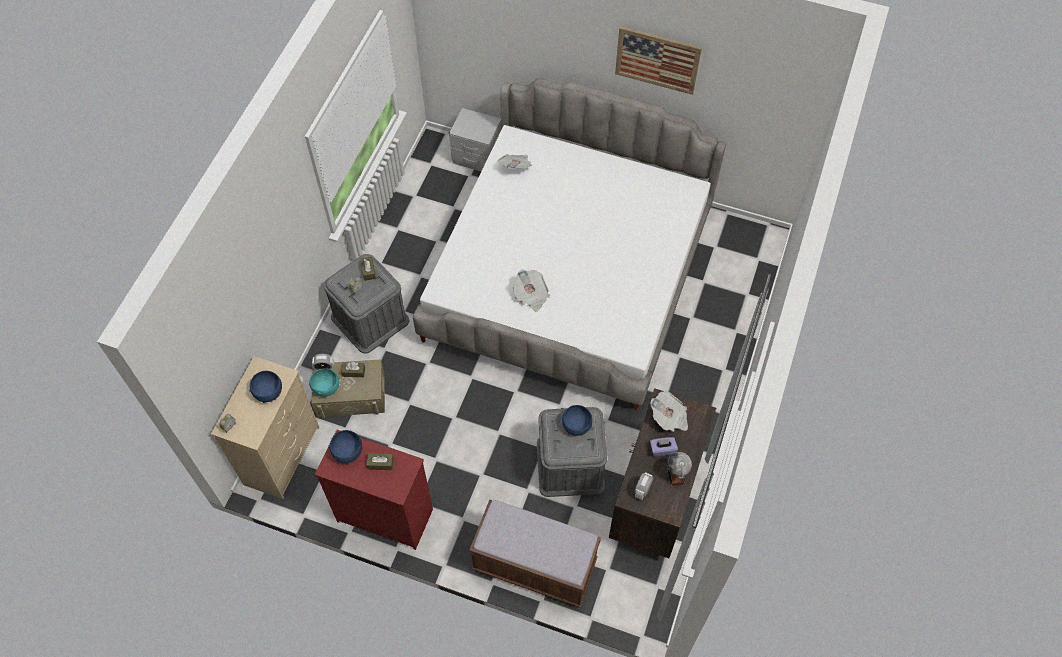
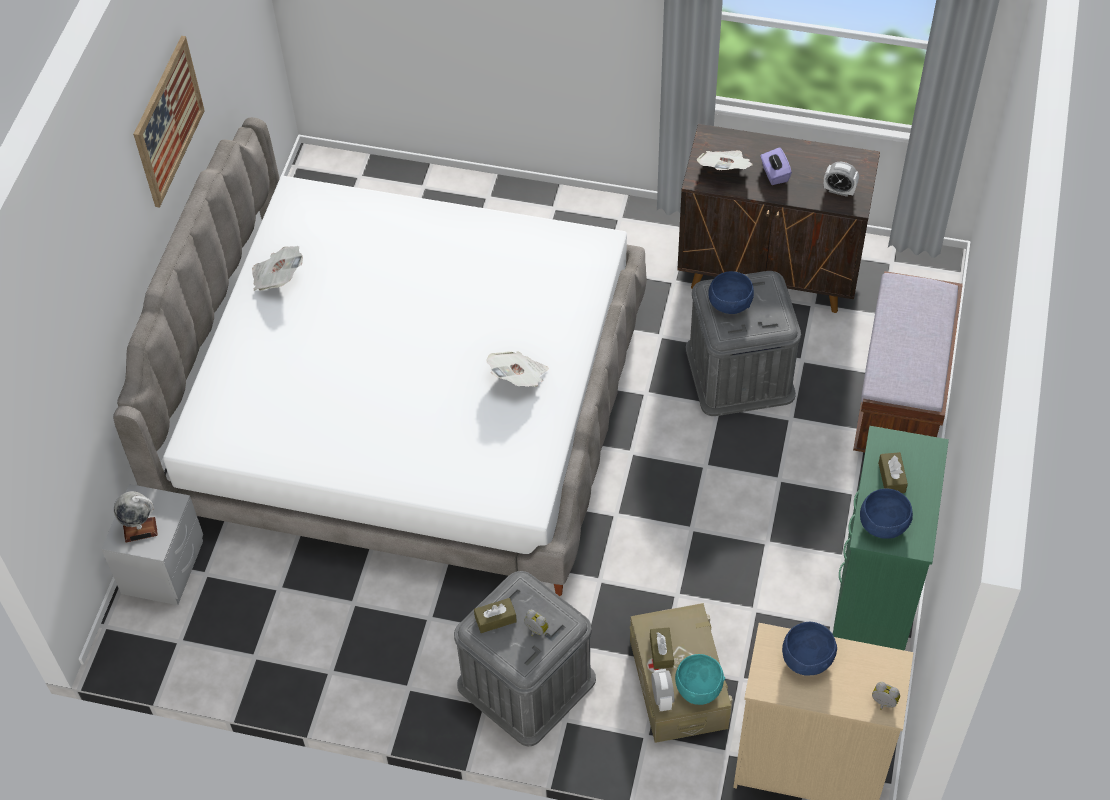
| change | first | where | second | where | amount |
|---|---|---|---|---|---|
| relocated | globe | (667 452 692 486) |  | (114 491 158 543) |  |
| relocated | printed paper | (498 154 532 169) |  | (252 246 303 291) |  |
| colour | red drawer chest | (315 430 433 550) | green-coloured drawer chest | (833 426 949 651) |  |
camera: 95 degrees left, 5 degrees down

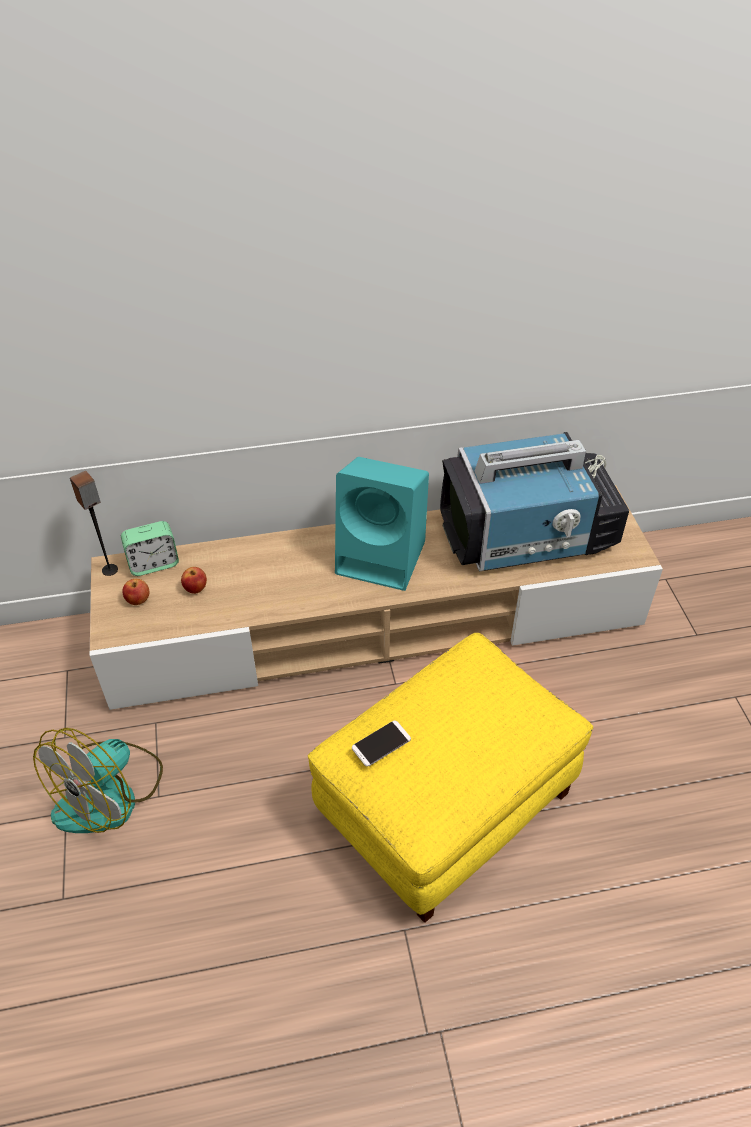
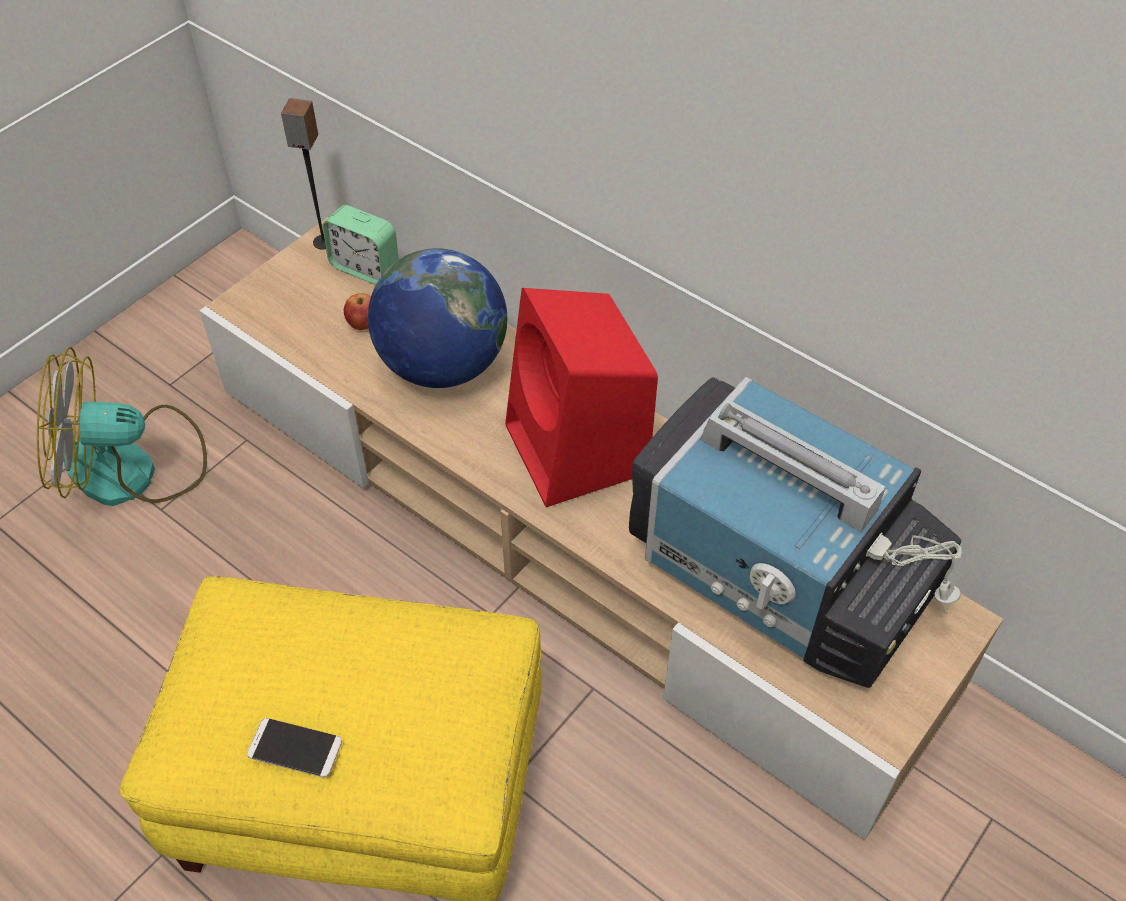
| change | first | where | second | where | amount |
|---|---|---|---|---|---|
| relocated | handset | (352 720 411 767) |  | (247 718 342 777) |  |
| appeared |  |  | globe | (368 248 507 388) |  |
| colour | blue-green loudspeaker | (335 457 429 591) | red loudspeaker | (505 288 658 507) |  |
| missing | apple | (122 579 149 605) |  |  |  |
camera: 50 degrees right, 5 degrees up

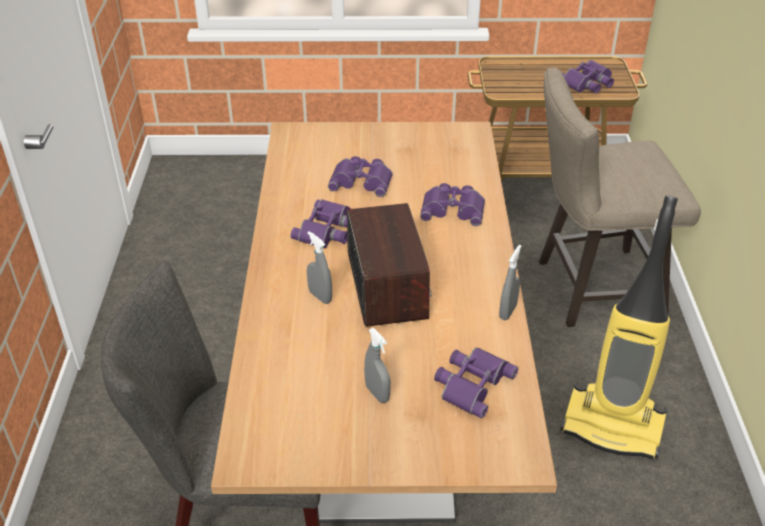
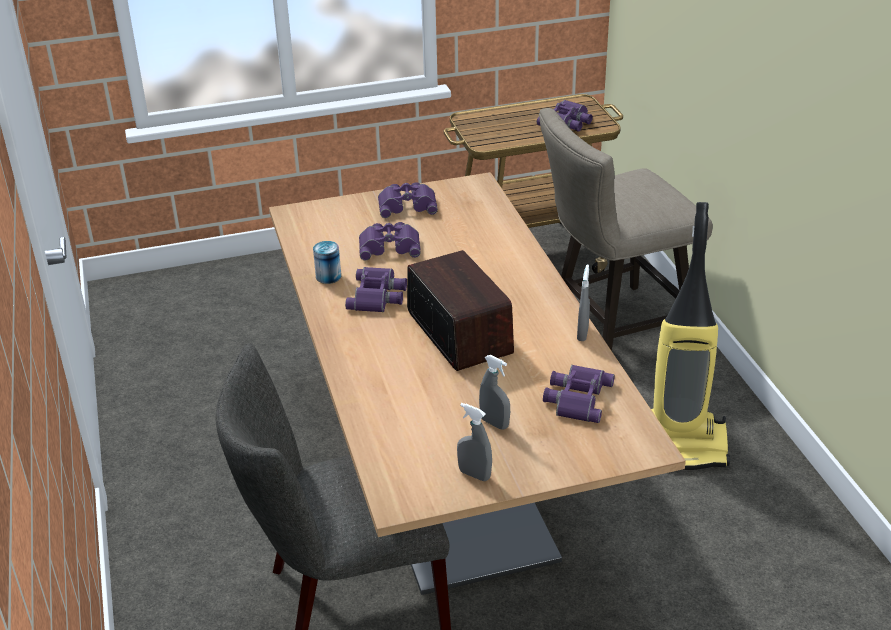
| change | first | where | second | where | amount |
|---|---|---|---|---|---|
| appeared |  |  | metal can | (313 241 341 284) |  |
| relocated | purplish field glasses | (420 183 485 226) |  | (378 182 438 218) |  |
| relocated | grey hand sprayer | (307 231 332 304) |  | (457 403 492 481) |  |
camera: 15 degrees left, 5 degrees down

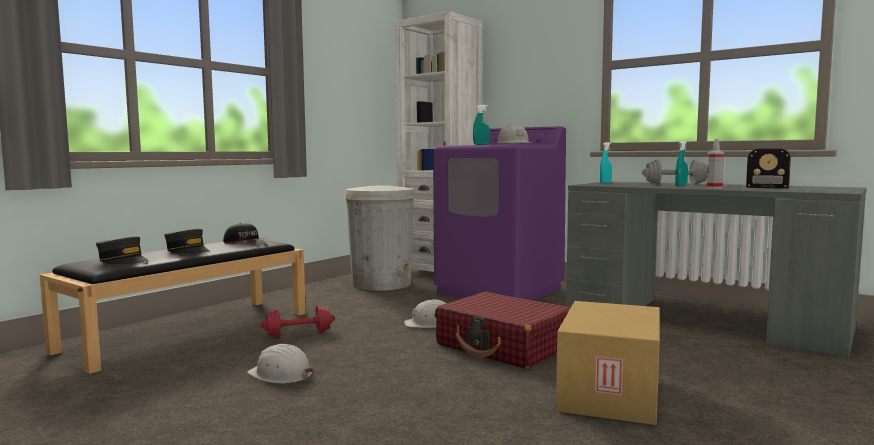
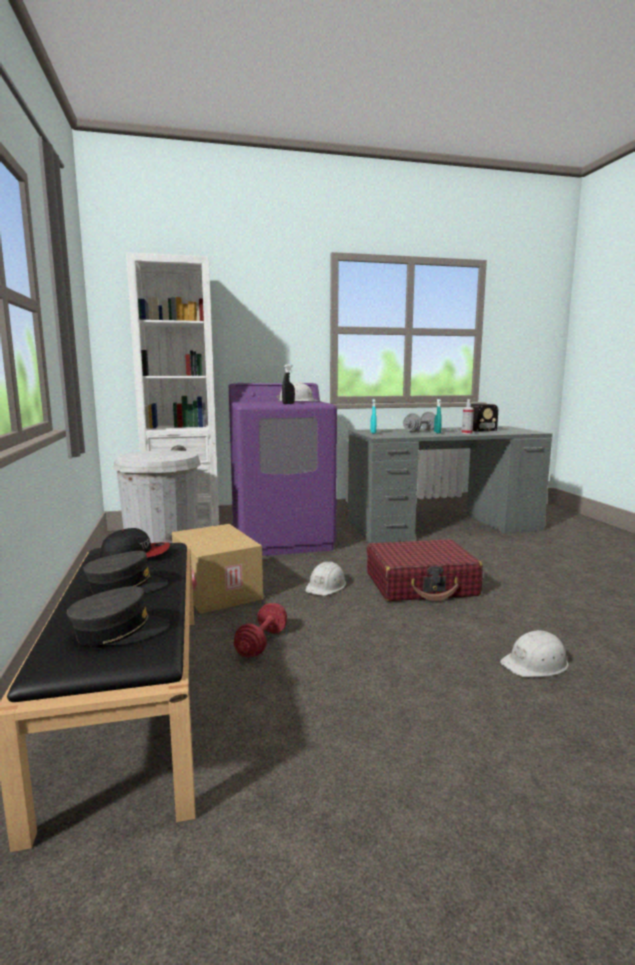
| change | first | where | second | where | amount |
|---|---|---|---|---|---|
| relocated | cardboard box | (556 301 660 425) |  | (172 524 263 614) |  |
| colour | blue-green hand sprayer | (473 105 490 145) | black-coloured hand sprayer | (282 365 295 404) |  |
| relocated | white-coloured safety helmet | (247 344 313 384) |  | (500 630 568 677) |  |
camera: 50 degrees left, 5 degrees up

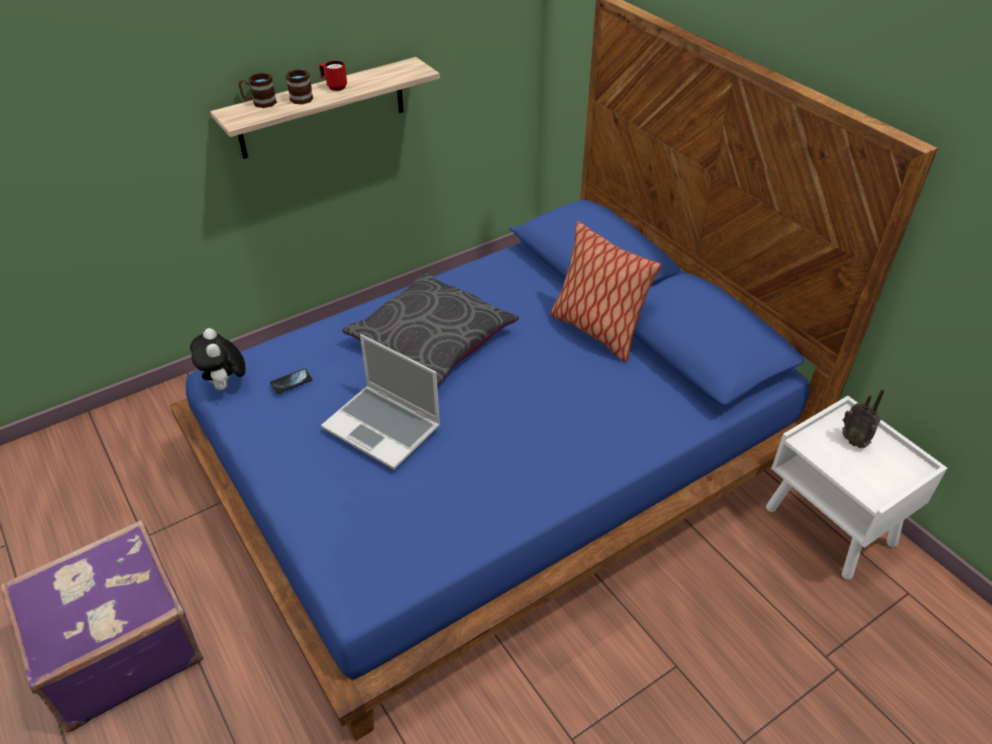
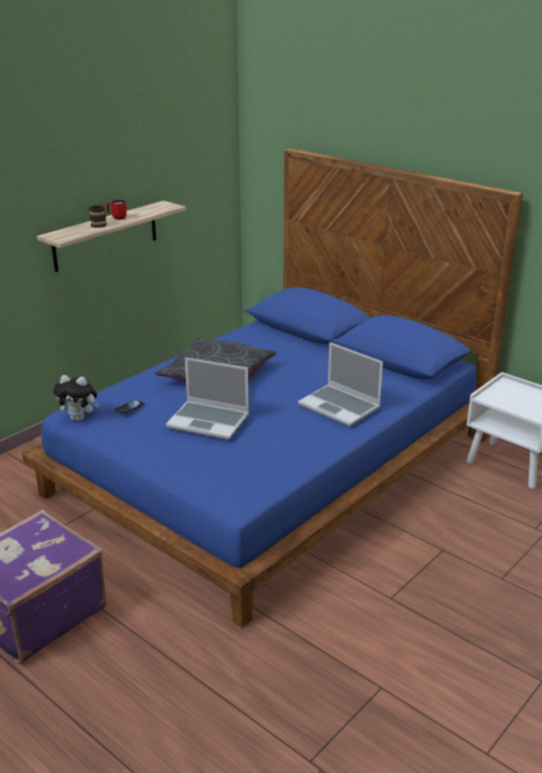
| change | first | where | second | where | amount |
|---|---|---|---|---|---|
| spun | plush toy | (190 328 245 390) |  | (53 375 99 421) | 45 degrees counterclockwise |
| appeared |  |  | notebook computer | (298 342 383 426) |  |
| missing | brownish coffee mug | (239 73 277 108) |  |  |  |
| missing | cushion | (550 221 661 362) |  |  |  |
| missing | radio set | (842 389 885 448) |  |  |  |
camera: 15 degrees left, 15 degrees down

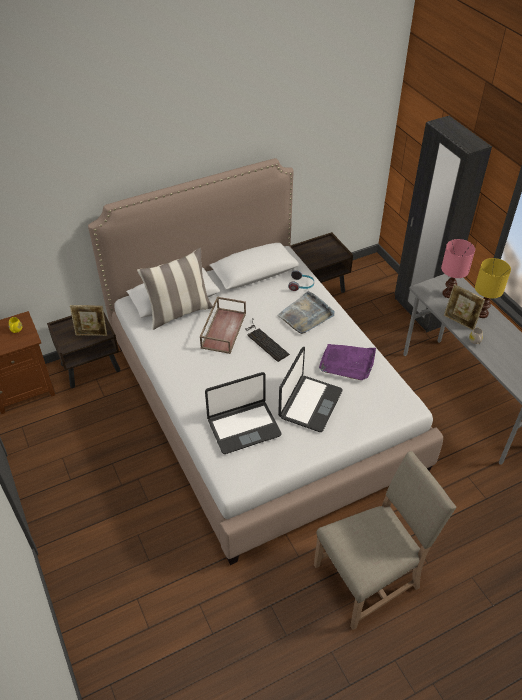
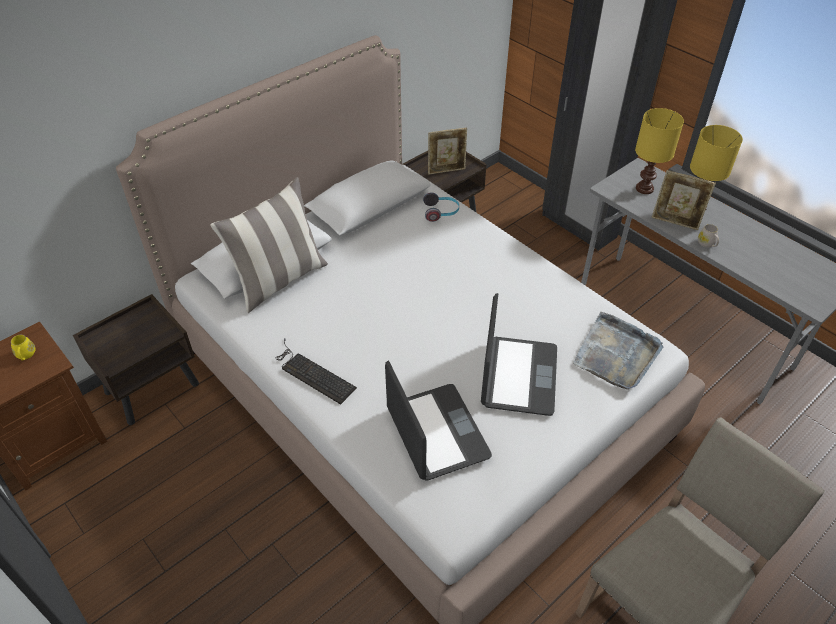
| change | first | where | second | where | amount |
|---|---|---|---|---|---|
| relocated | keyboard | (245 319 290 362) |  | (275 338 357 404) |  |
| spun | notebook computer | (205 372 282 454) |  | (385 361 492 481) | 75 degrees counterclockwise |
| relocated | picture frame | (70 305 107 336) |  | (428 128 467 175) |  |
| relocated | grey tray | (278 291 334 334) |  | (573 312 663 390) |  |
| colour | pink lamp for a table | (441 239 475 298) | yellow-coloured lamp for a table | (635 108 684 194) |  |
| missing | brownish tray | (200 297 246 354) |  |  |  |
| missing | purplish tray | (319 344 376 380) |  |  |  |
camera: 15 degrees left, 0 degrees up

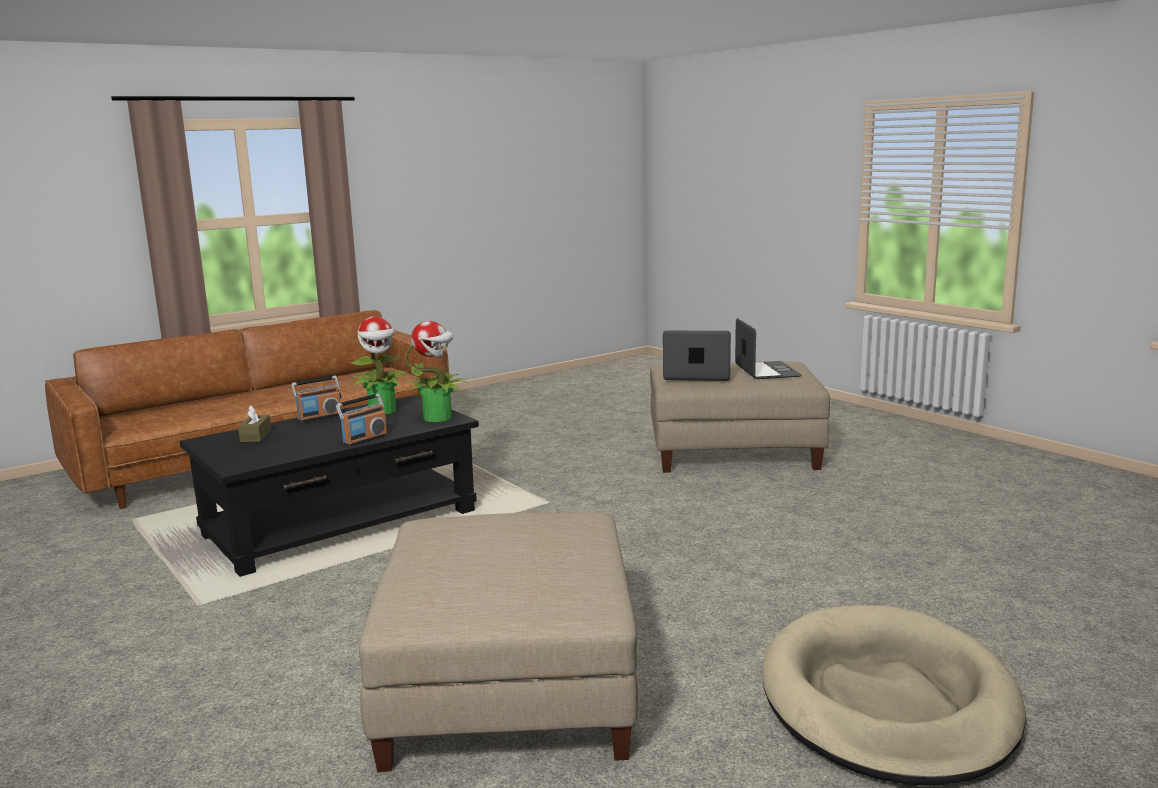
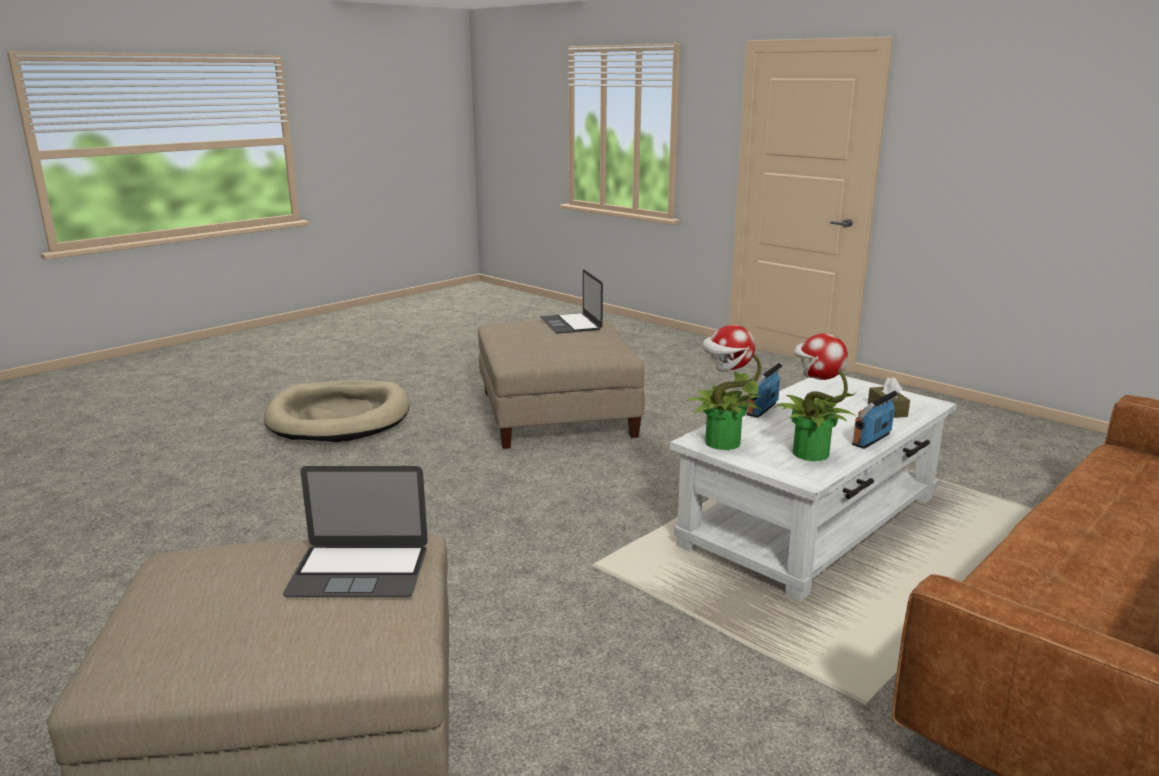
| change | first | where | second | where | amount |
|---|---|---|---|---|---|
| relocated | notebook computer | (735 318 802 379) |  | (540 269 603 334) |  |
| colour | black-coloured lounge table | (180 395 479 577) | white-coloured lounge table | (669 374 957 601) |  |
camera: 170 degrees right, 5 degrees up

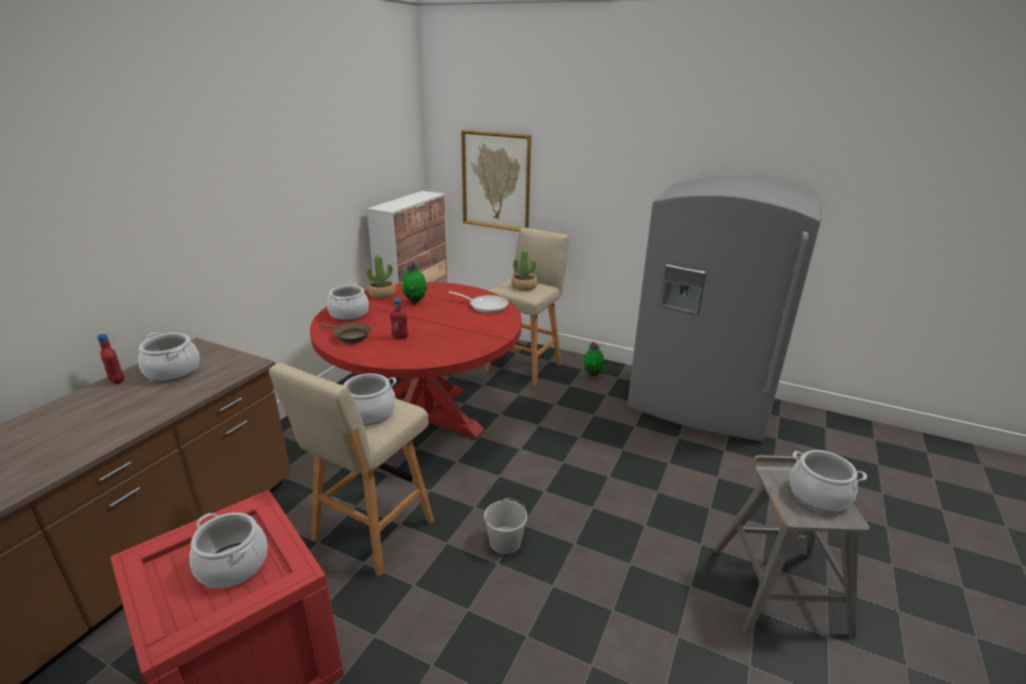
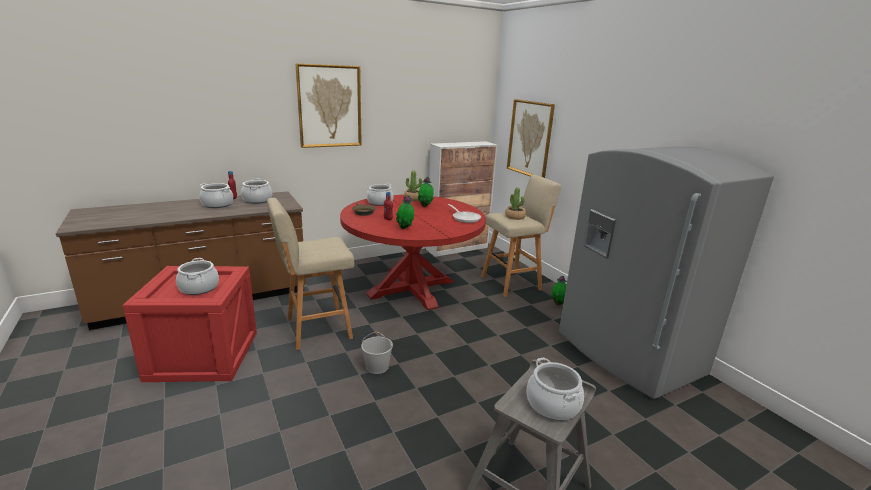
| change | first | where | second | where | amount |
|---|---|---|---|---|---|
| relocated | stockpot | (340 373 397 425) |  | (199 183 233 208) |  |
| appeared |  |  | wall art | (295 63 362 148) |  |
| appeared |  |  | houseplant | (396 195 414 229) |  |
camera: 35 degrees right, 5 degrees down

